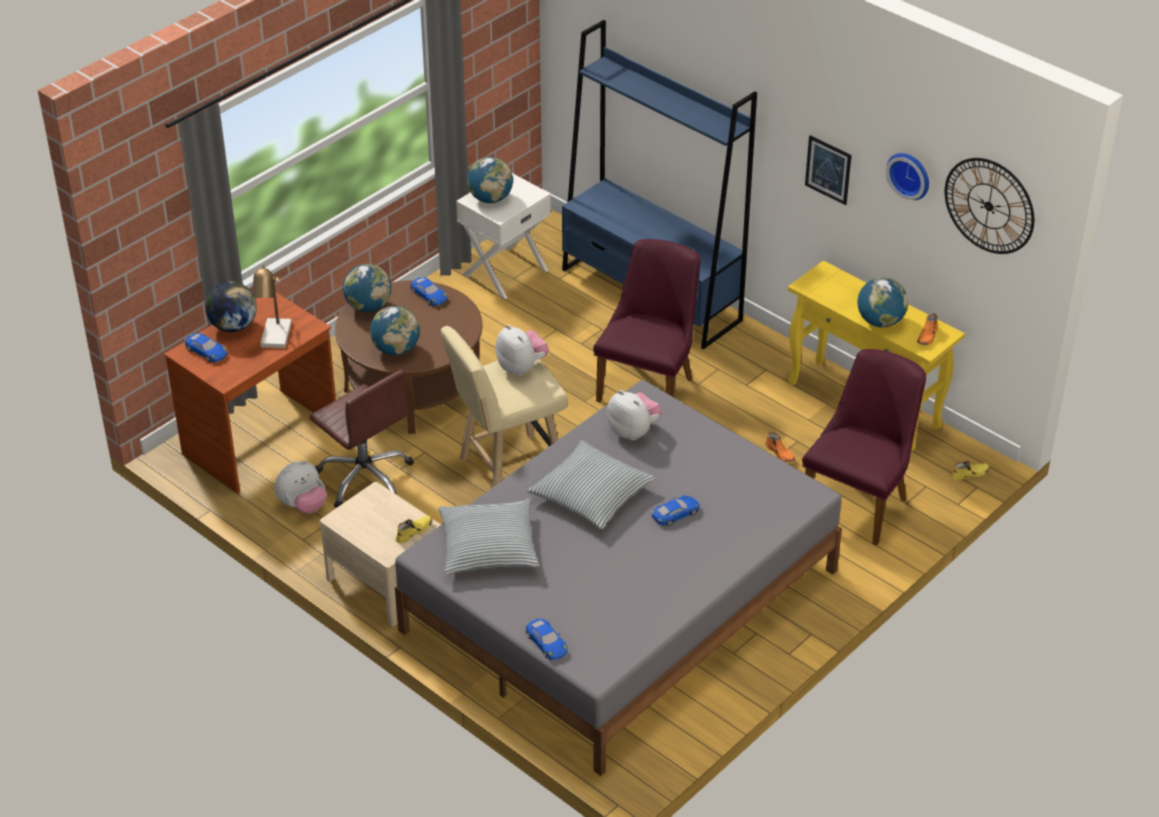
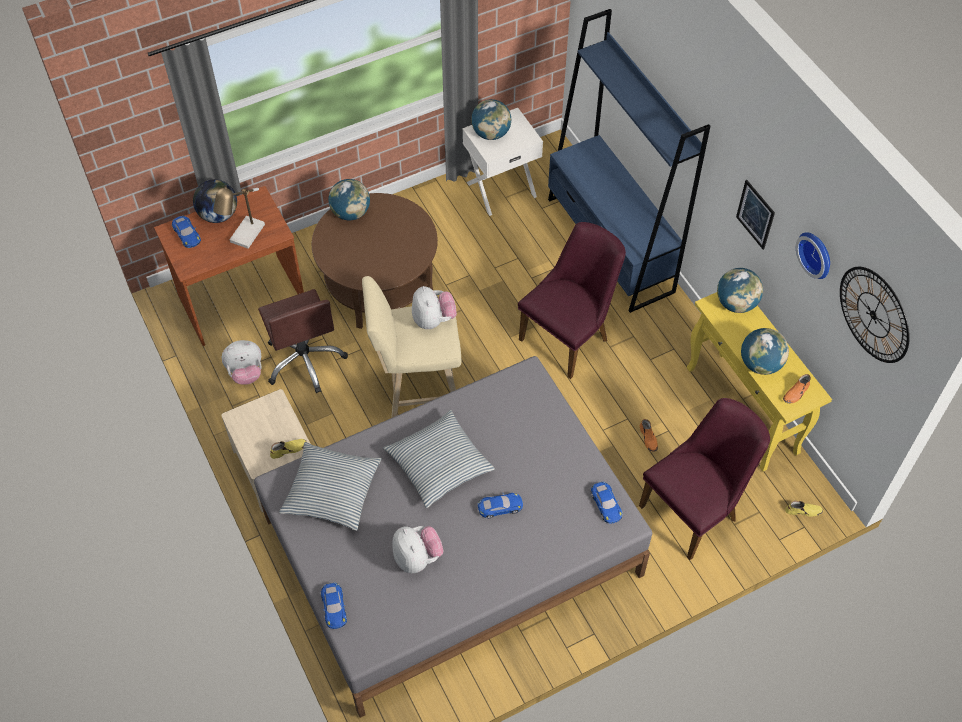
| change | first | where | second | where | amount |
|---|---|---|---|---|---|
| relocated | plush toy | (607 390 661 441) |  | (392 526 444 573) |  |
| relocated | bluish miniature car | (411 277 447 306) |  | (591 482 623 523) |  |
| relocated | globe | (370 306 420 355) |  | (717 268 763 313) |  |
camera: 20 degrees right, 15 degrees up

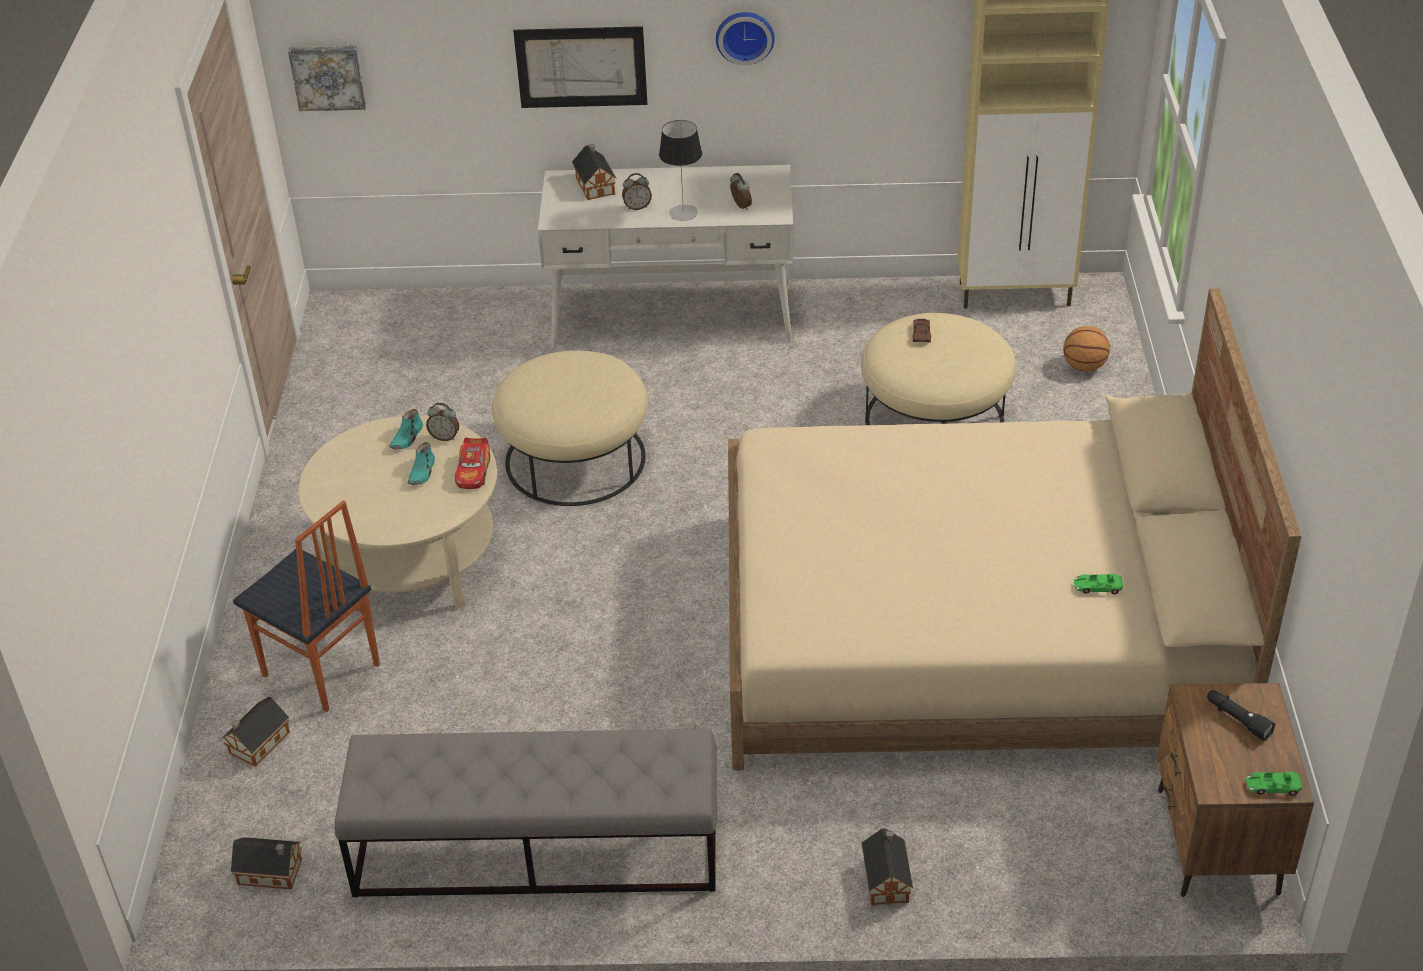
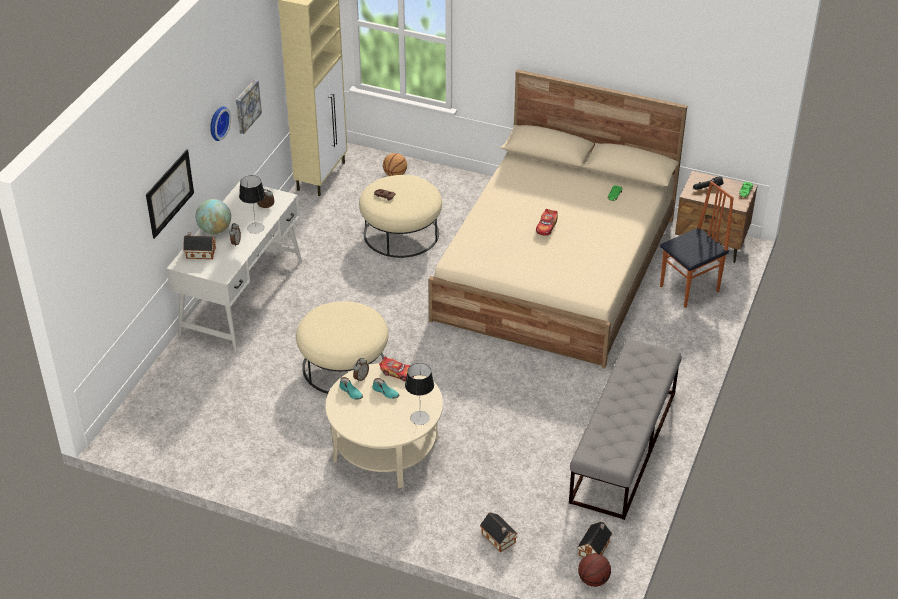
| change | first | where | second | where | amount |
|---|---|---|---|---|---|
| appeared |  |  | globe | (196 199 231 234) |  |
| relocated | wall art | (288 46 366 111) |  | (236 79 262 134) |  |
| appeared |  |  | lamp for a table | (405 363 434 425) |  |
| appeared |  |  | miniature car | (536 209 558 236) |  |
| appeared |  |  | ball for basketball | (578 554 611 587) |  |
| relocated | chair | (233 500 380 712) |  | (660 181 734 308) |  |
| missing | model house | (862 828 913 906) |  |  |  |
camera: 70 degrees left, 0 degrees up

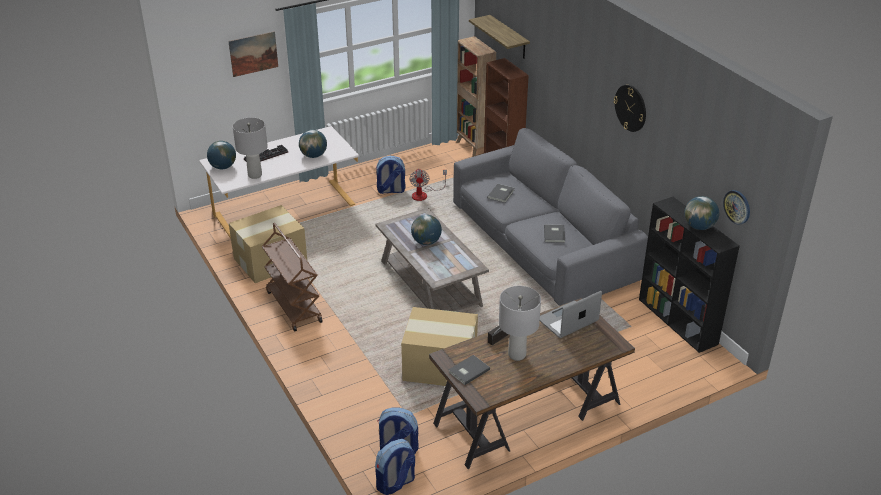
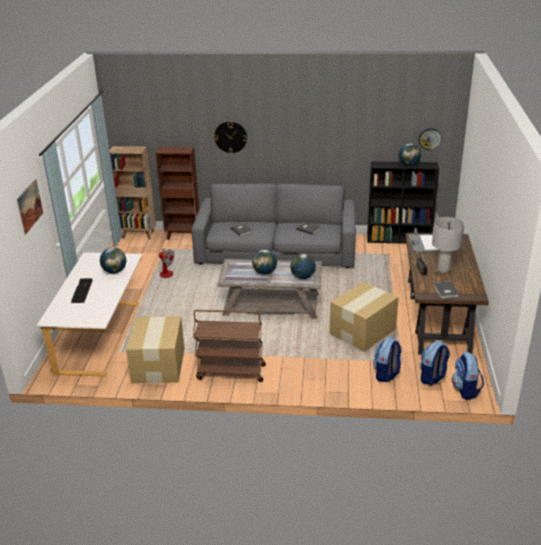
| change | first | where | second | where | amount |
|---|---|---|---|---|---|
| relocated | wall clock | (614 85 646 132) |  | (214 121 247 153) |  |
| relocated | globe | (207 141 236 169) |  | (290 254 316 279) |  |
| relocated | backpack | (375 156 406 194) |  | (373 337 402 382) |  |
| missing | grey lamp for a table | (233 118 268 179) |  |  |  |
| missing | bracket shelf | (469 15 530 59) |  |  |  |
camera: 55 degrees left, 5 degrees down

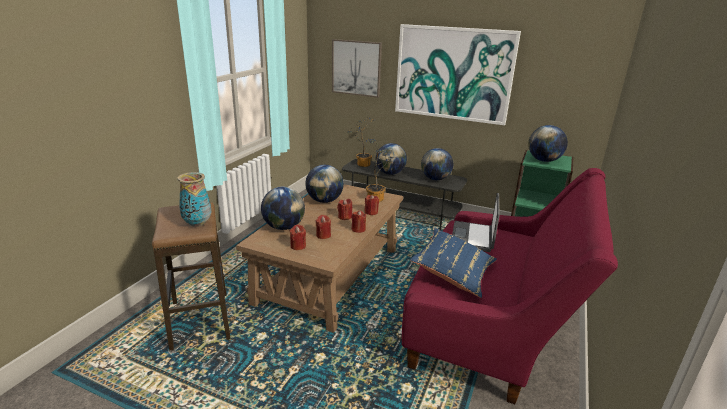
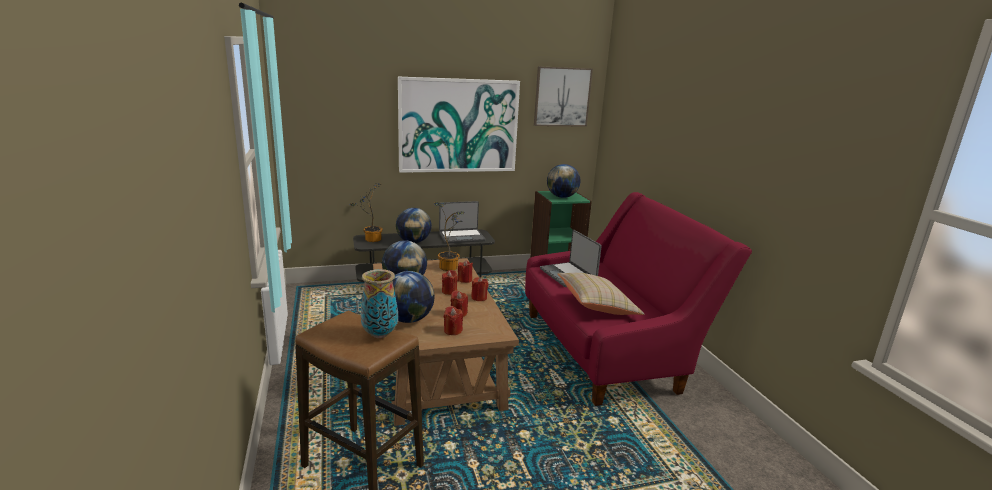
| change | first | where | second | where | amount |
|---|---|---|---|---|---|
| exchanged | globe | (421 148 453 180) | notebook computer | (439 201 485 243) |  |
| relocated | wall art | (332 39 382 98) |  | (534 66 593 127) |  |
| colour | bluish cushion | (410 228 497 298) | beige cushion | (557 273 644 315) |  |
camera: 40 degrees left, 5 degrees down

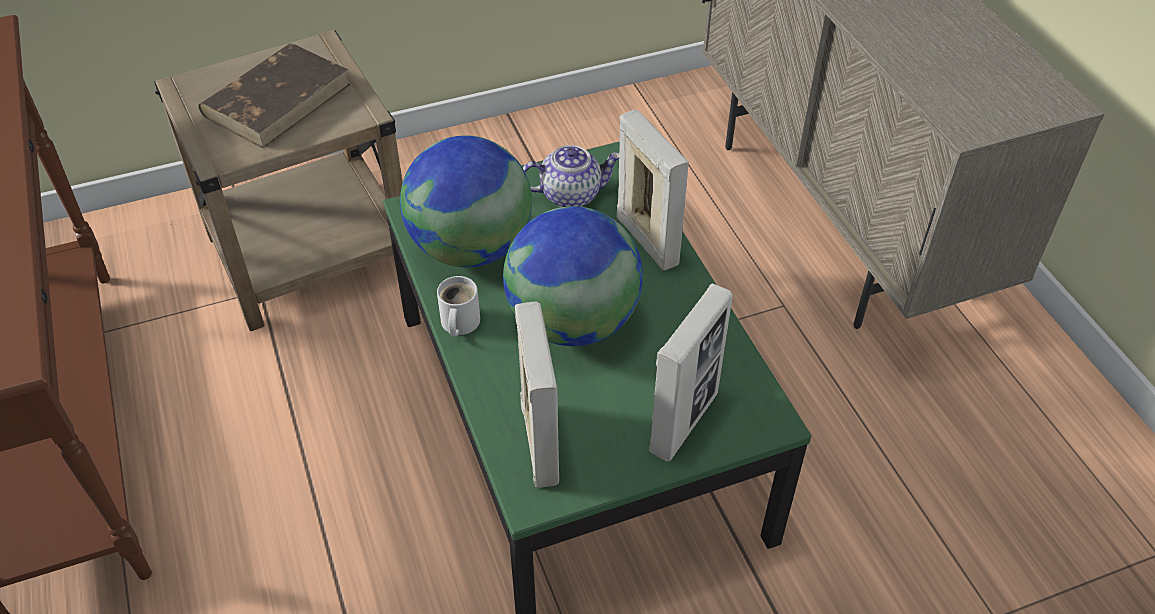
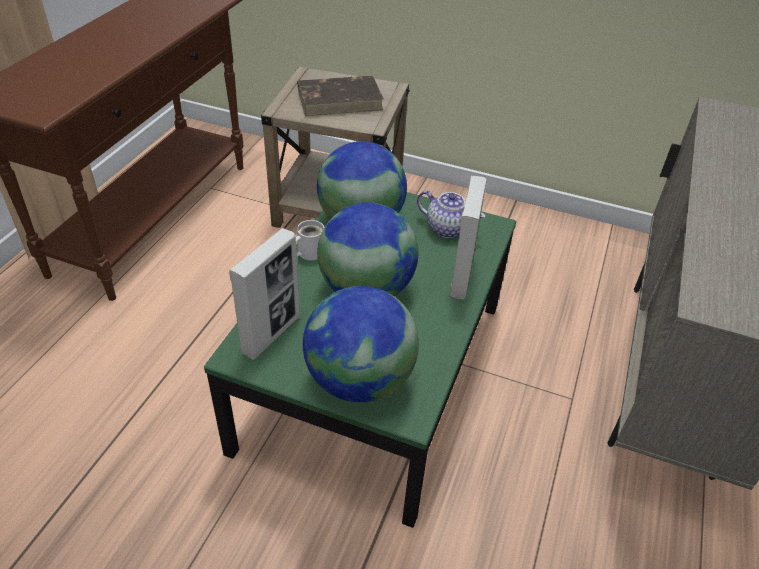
| change | first | where | second | where | amount |
|---|---|---|---|---|---|
| exchanged | picture frame | (649 283 733 462) | globe | (303 286 419 402) |  |
camera: 40 degrees right, 5 degrees down

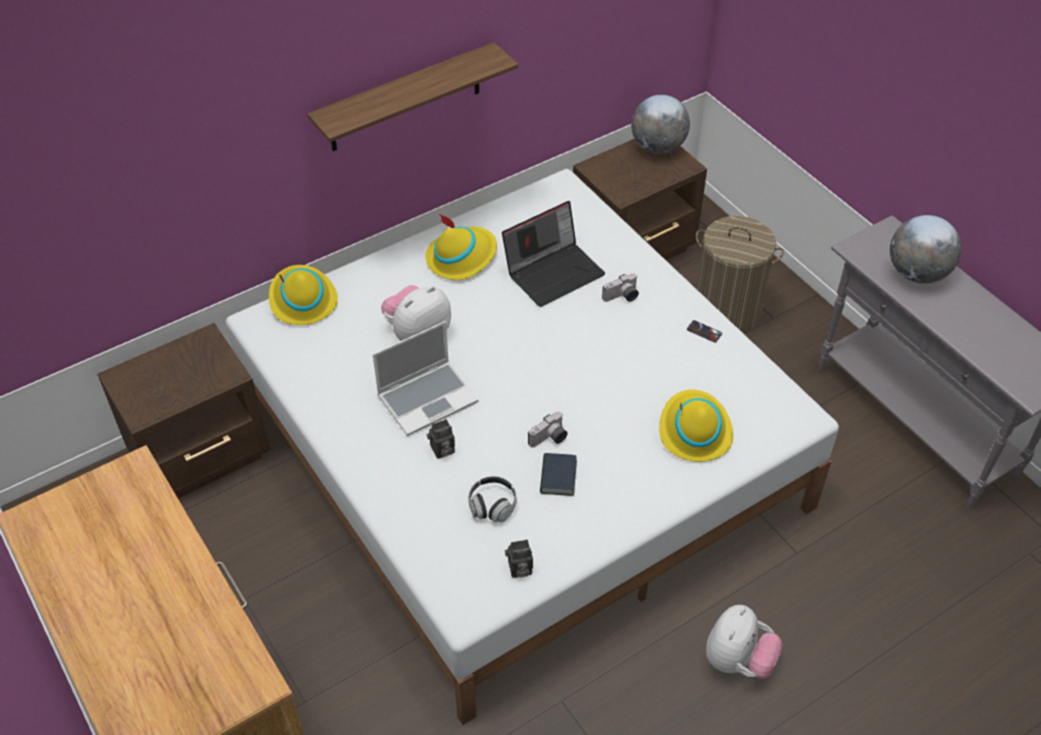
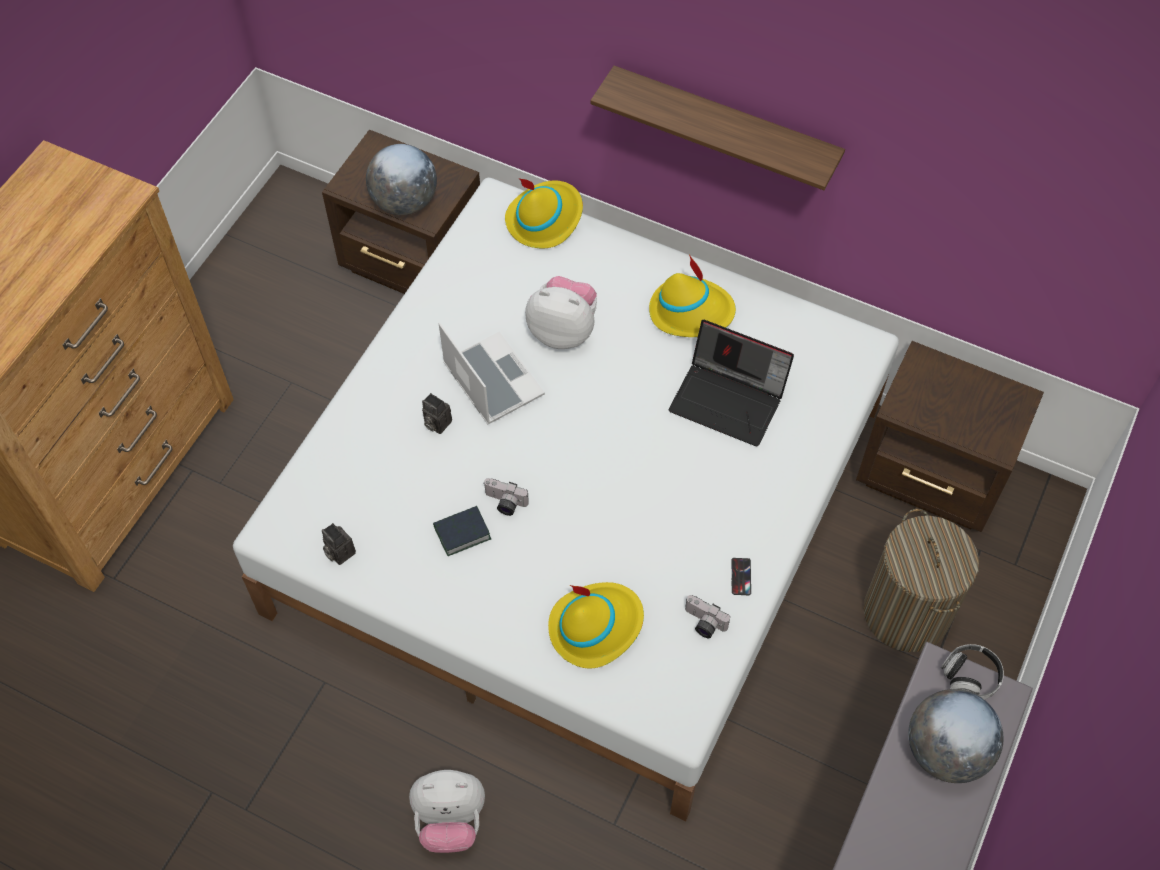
| change | first | where | second | where | amount |
|---|---|---|---|---|---|
| relocated | globe | (631 95 690 154) |  | (366 144 437 215) |  |
| spun | notebook computer | (373 321 479 436) |  | (439 323 545 424) | 150 degrees counterclockwise |
| relocated | still camera | (602 273 639 302) |  | (685 595 730 638) |  |
| relocated | pair of headphones | (468 476 517 523) |  | (941 644 1004 699) |  |
camera: 60 degrees right, 10 degrees up

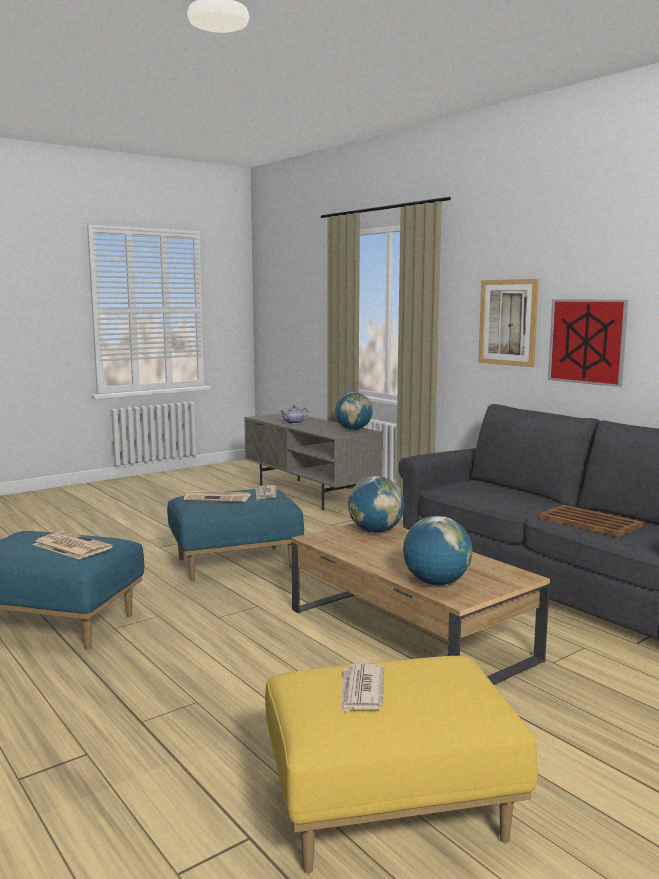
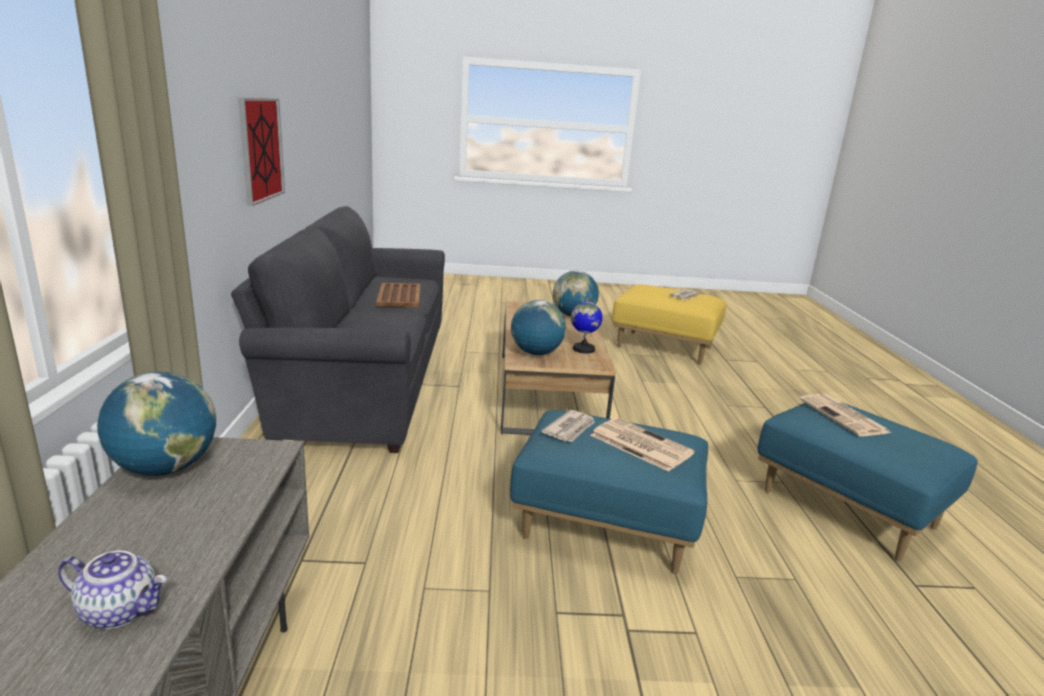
| change | first | where | second | where | amount |
|---|---|---|---|---|---|
| appeared |  |  | globe | (571 297 603 354) |  |
| missing | wall art | (478 279 539 367) |  |  |  |
camera: 145 degrees left, 10 degrees up

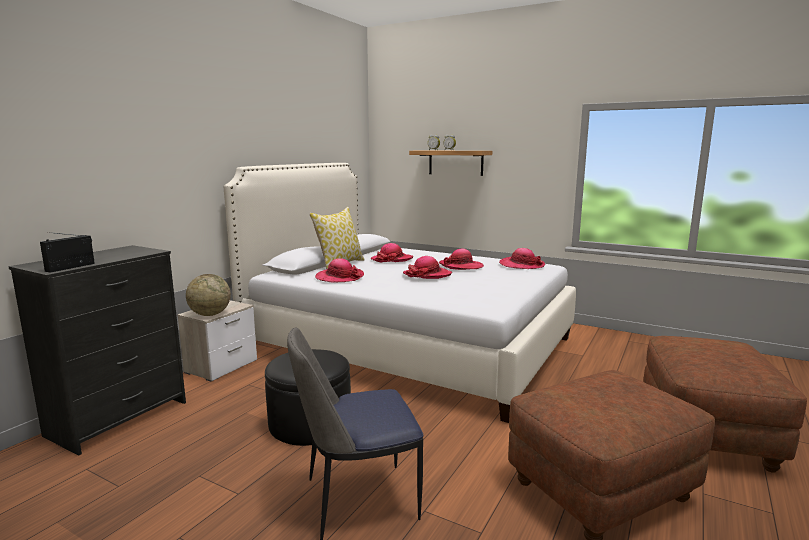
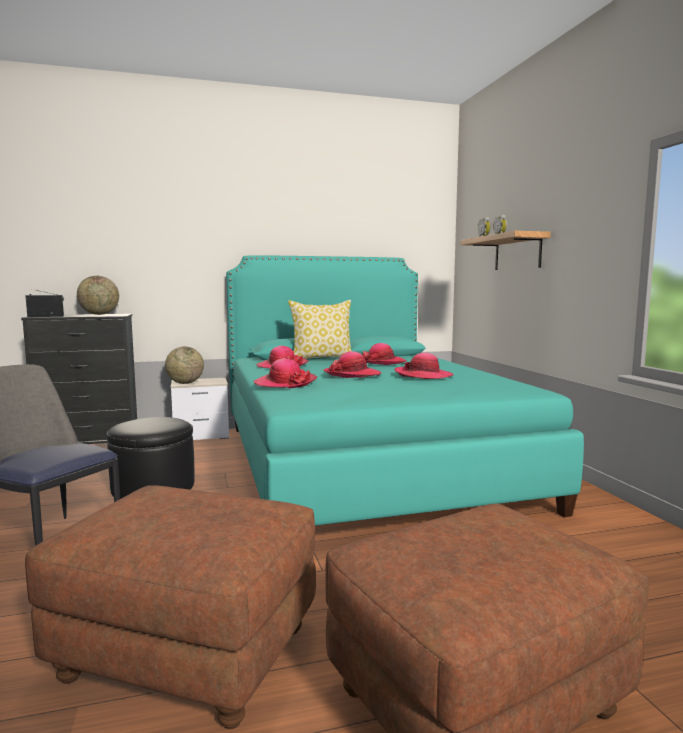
| change | first | where | second | where | amount |
|---|---|---|---|---|---|
| appeared |  |  | globe | (77 276 119 315) |  |
| colour | white-coloured bedroom bed | (224 163 576 423) | blue-green bedroom bed | (226 255 584 526) |  |
| relocated | hat | (499 248 545 269) |  | (253 358 317 388) |  |
camera: 45 degrees right, 5 degrees down

